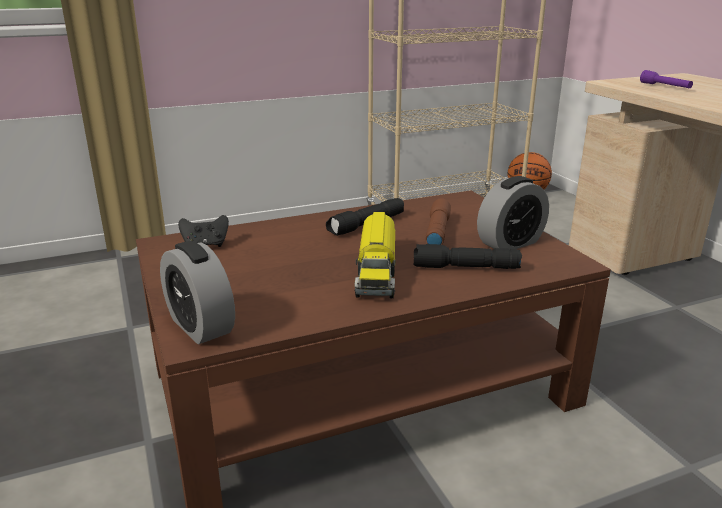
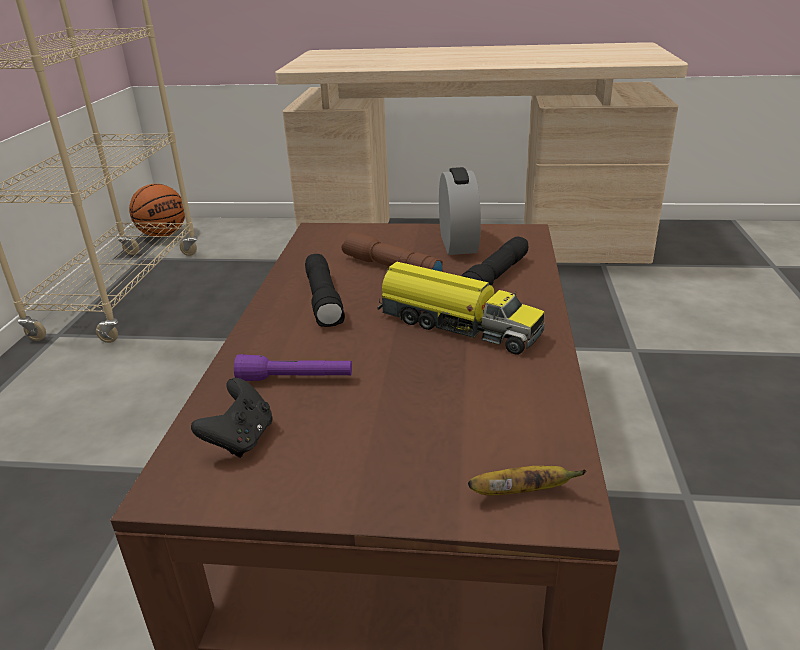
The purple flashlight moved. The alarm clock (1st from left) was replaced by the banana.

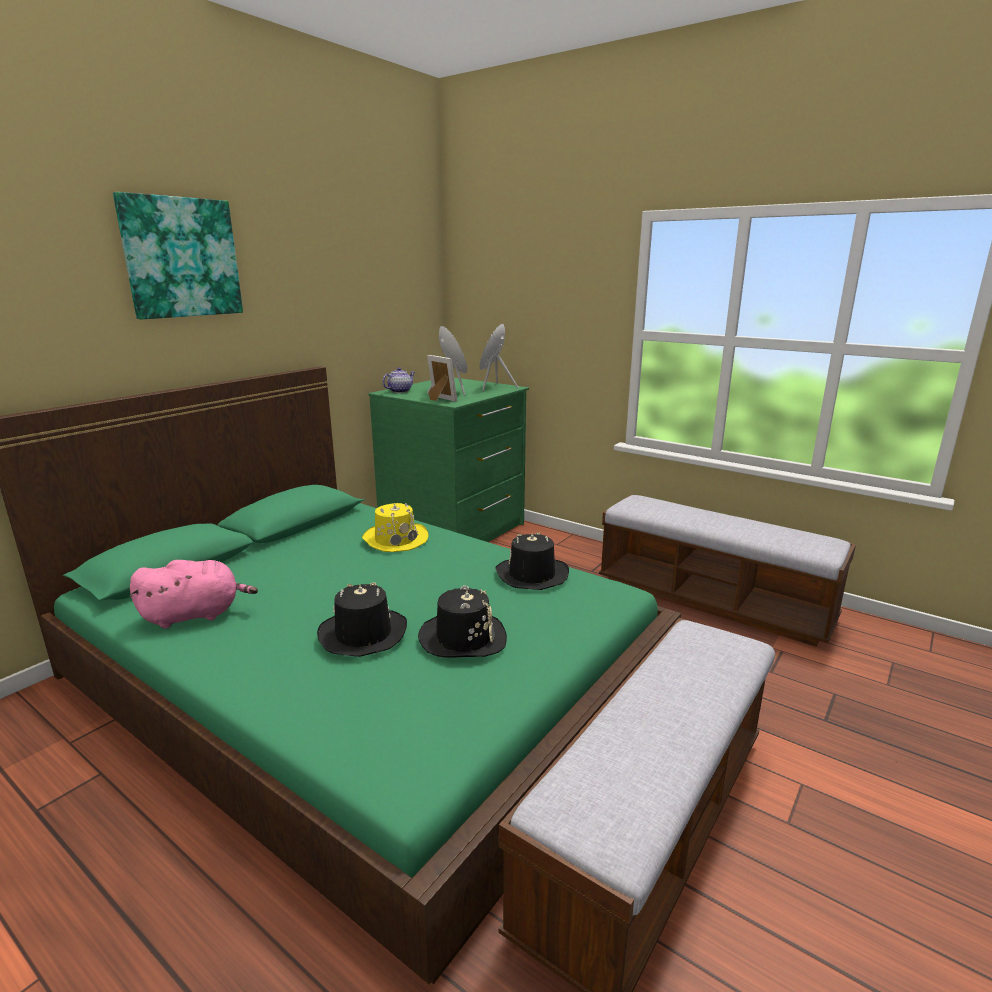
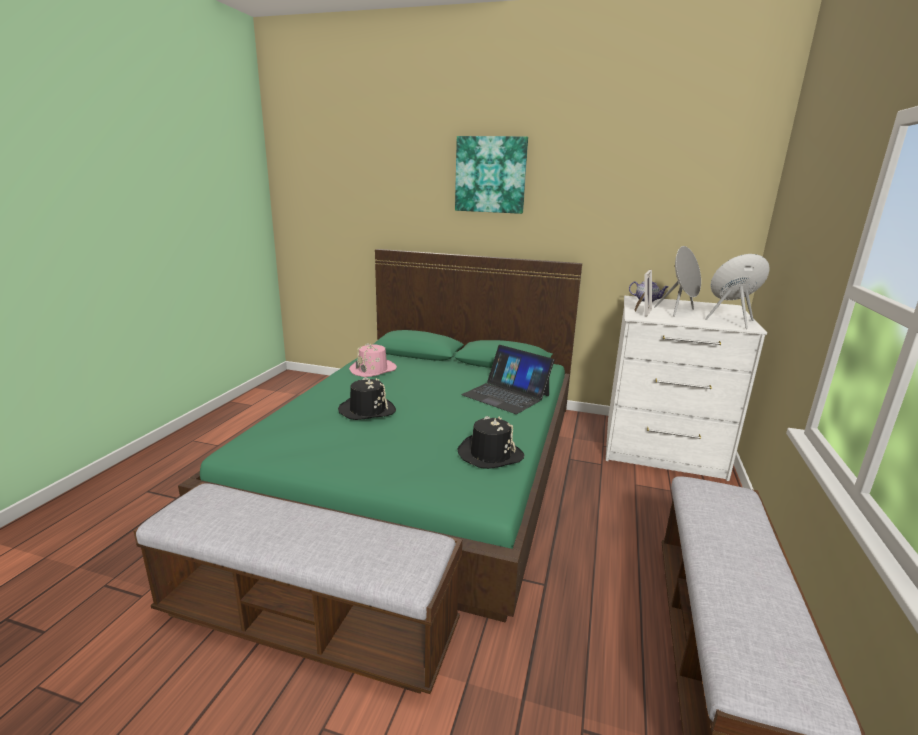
The pink plush toy was replaced by the pink hat. The yellow hat was replaced by the laptop. The green dresser became the white dresser. The black hat (2nd from left) disappeared.

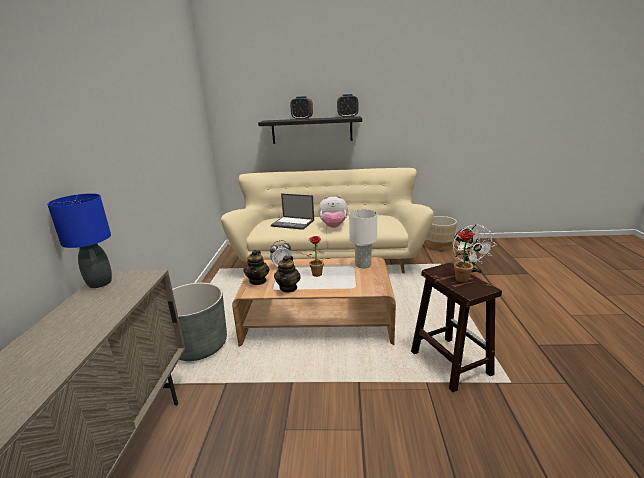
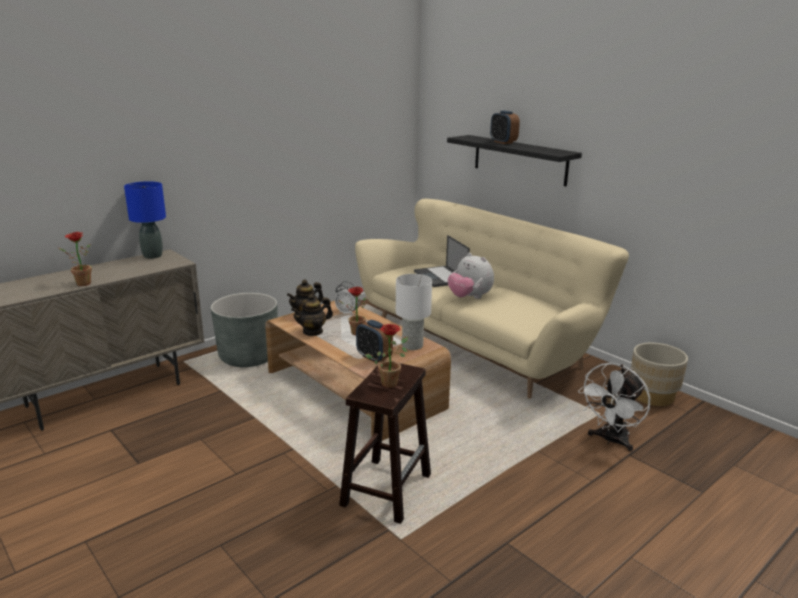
The potted plant (1st from left) appeared. The alarm clock (3rd from left in the first image) moved.

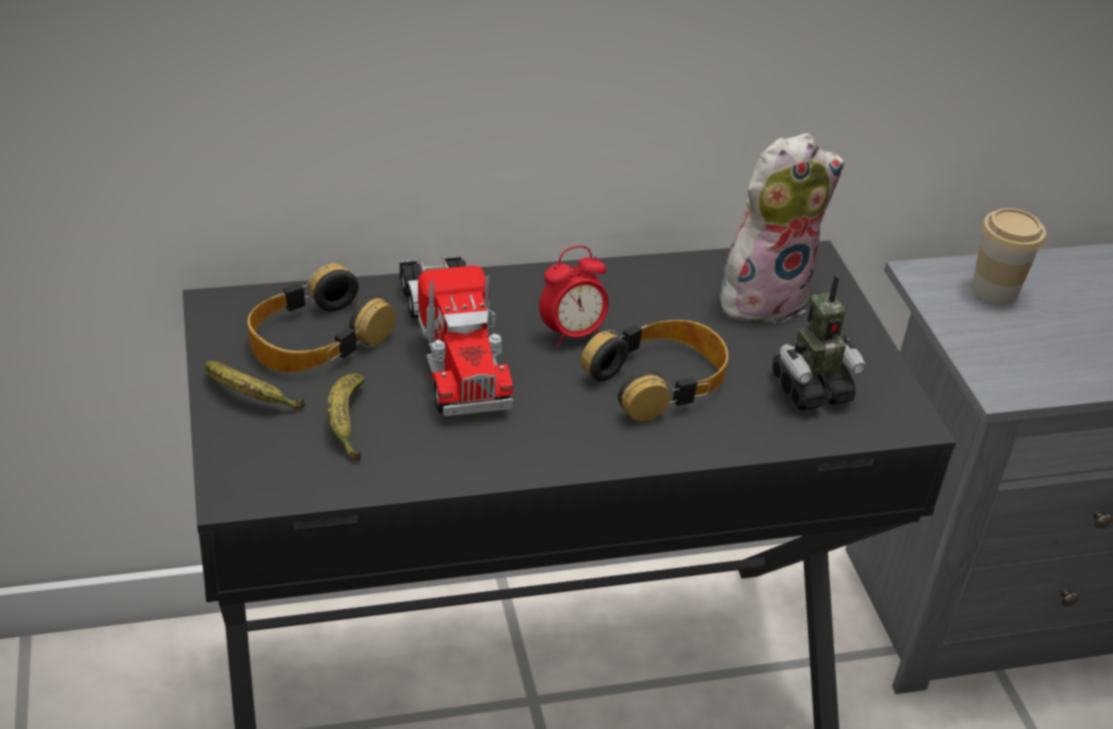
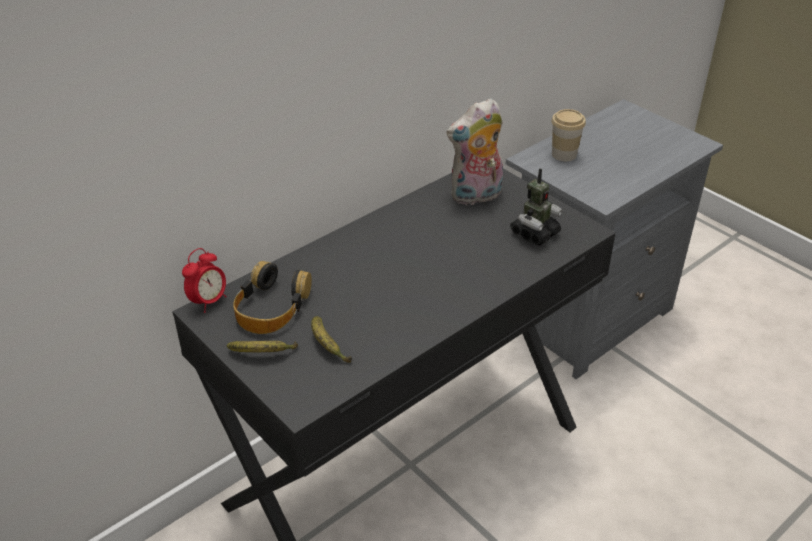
The alarm clock moved. The plush toy turned 150 degrees counterclockwise. The toy truck disappeared. The headphones (2nd from left) disappeared.

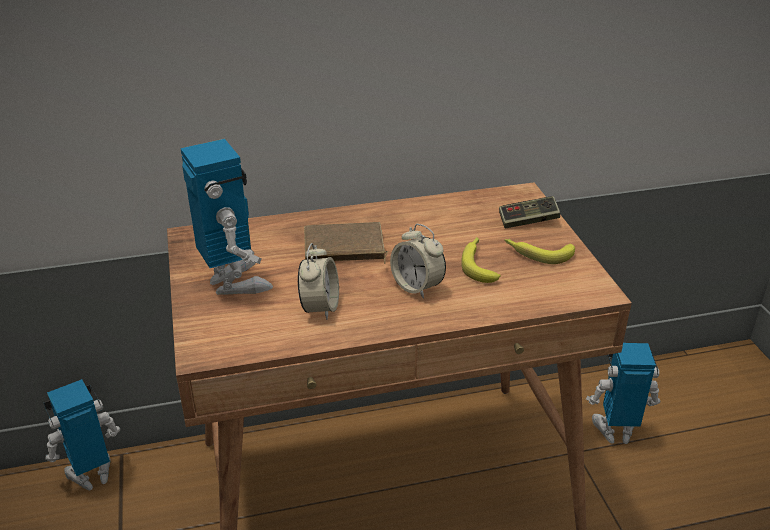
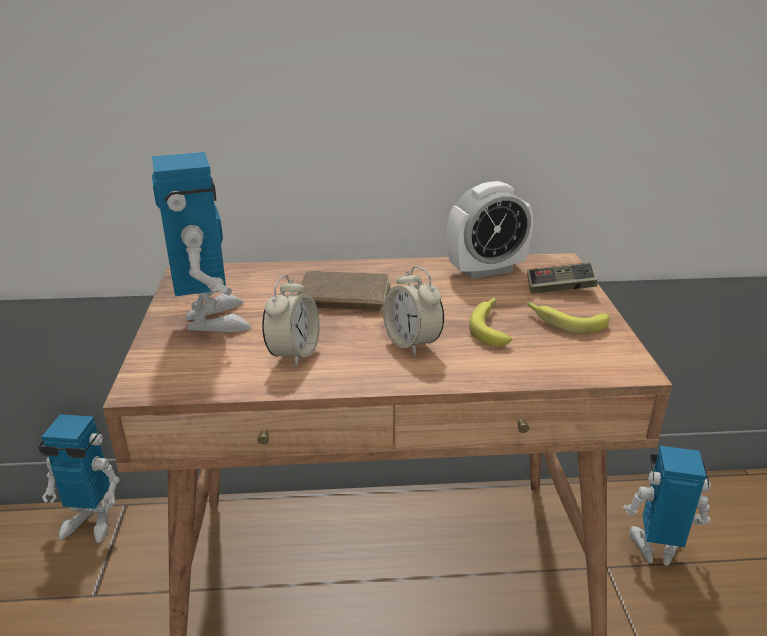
The toy robot (1st from left) turned 150 degrees counterclockwise. The alarm clock (3rd from left) appeared.

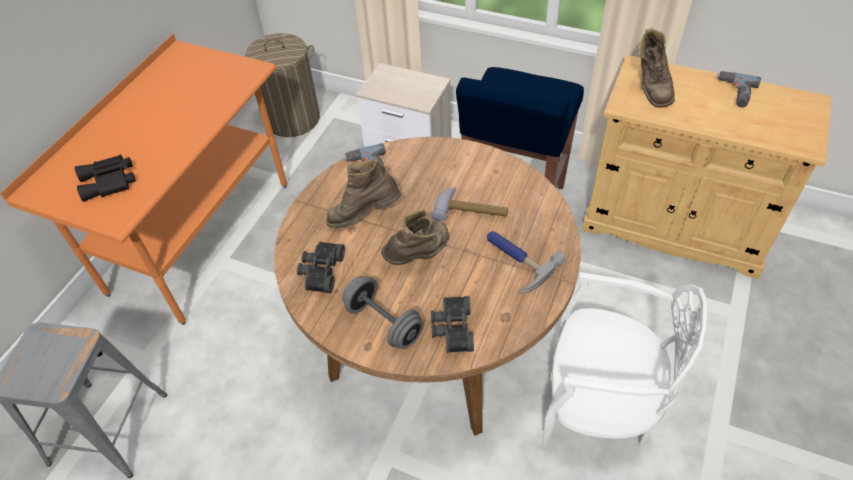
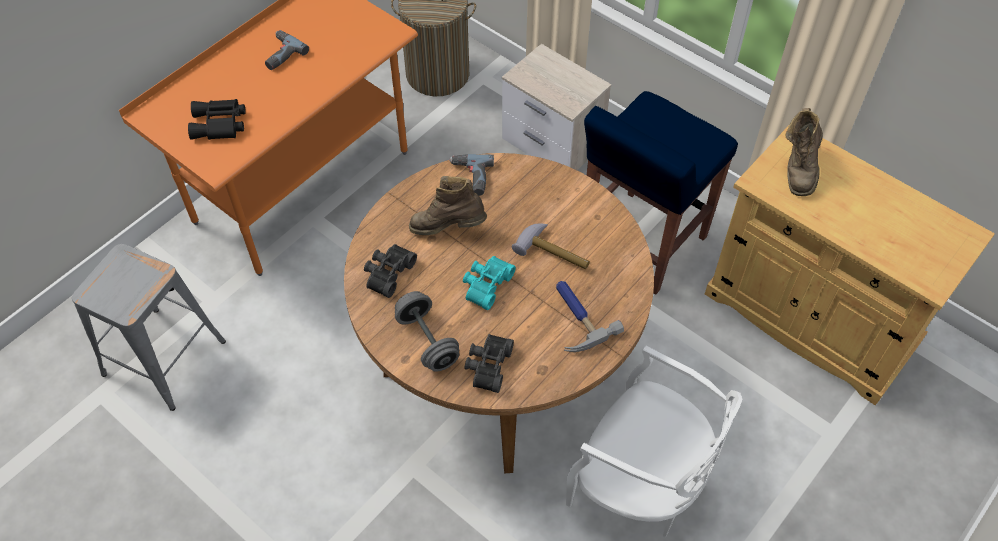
The power drill (2nd from left in the first image) moved. The brown boot (2nd from left) was replaced by the turquoise binoculars.

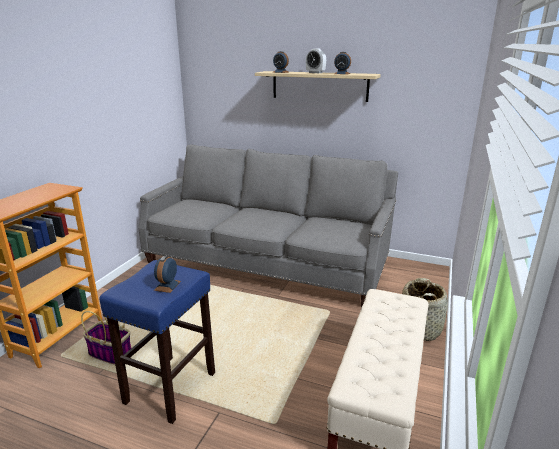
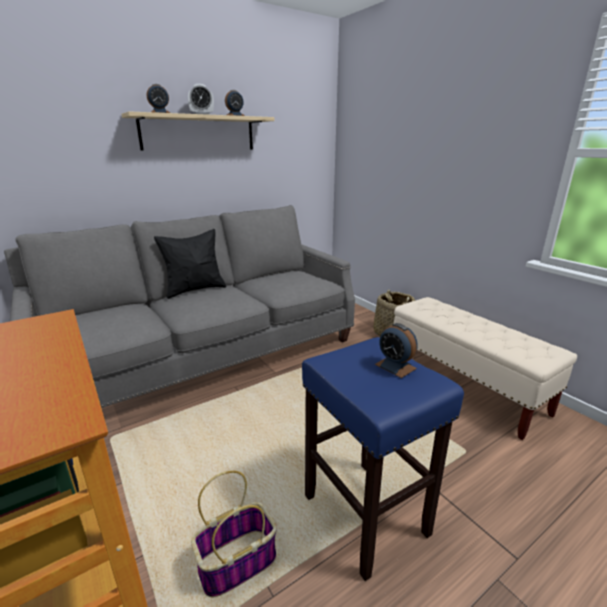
The black pillow appeared.

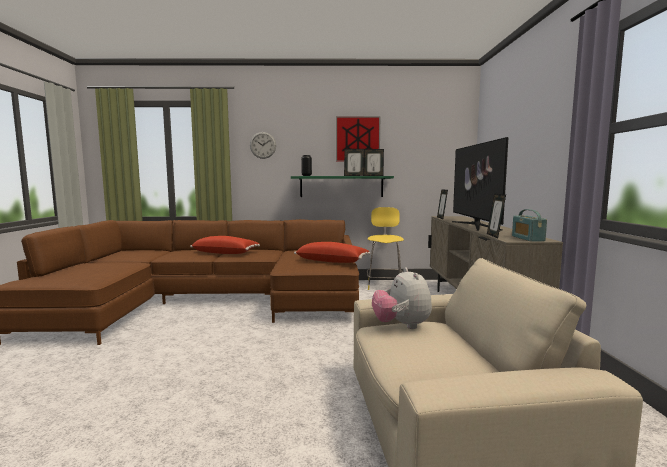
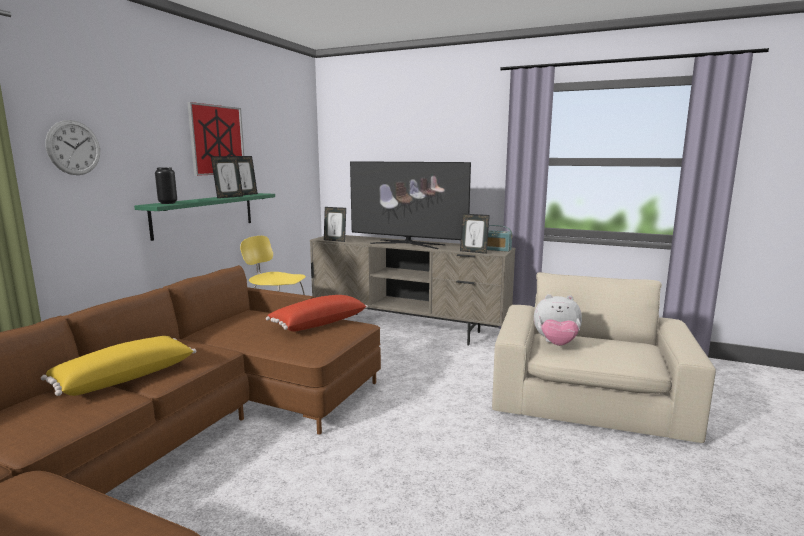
The red pillow (1st from left) became the yellow pillow.

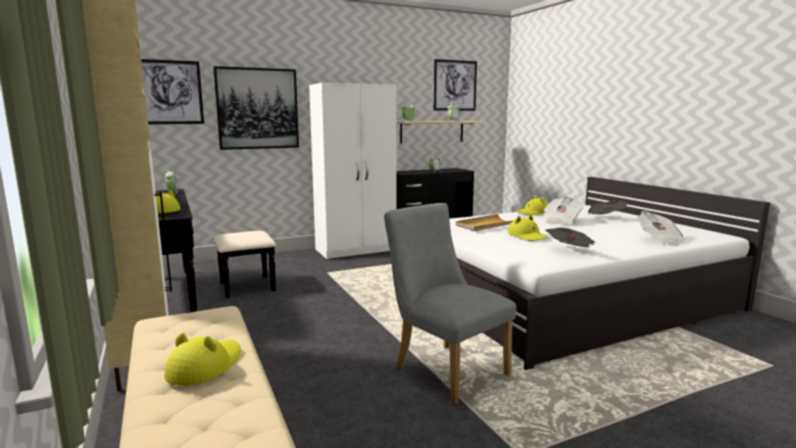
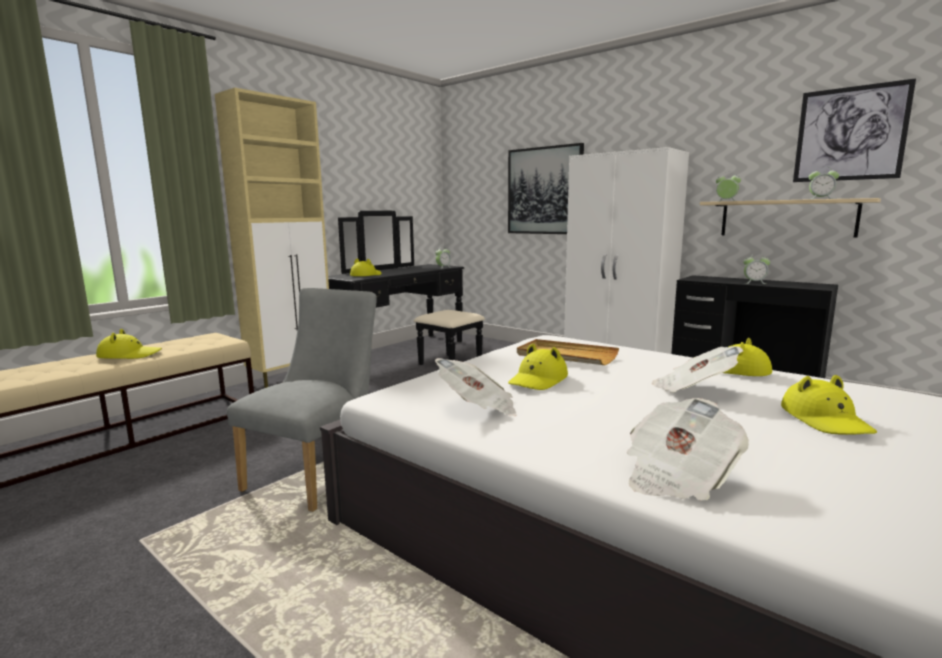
The newspaper (3rd from left) was replaced by the yellow hat (5th from left). The picture (1st from left) disappeared.

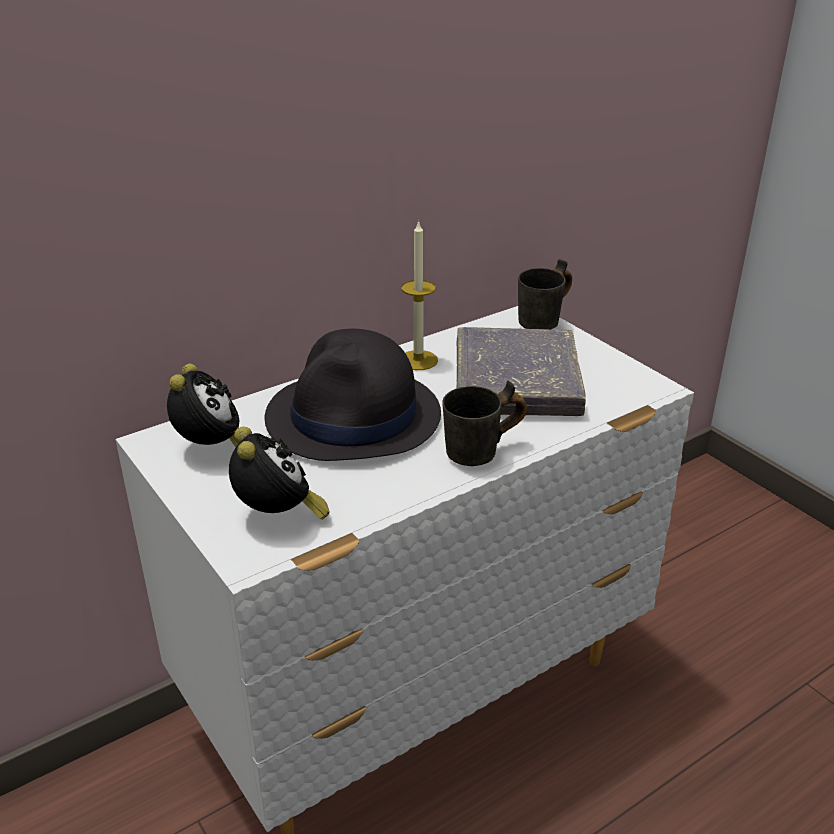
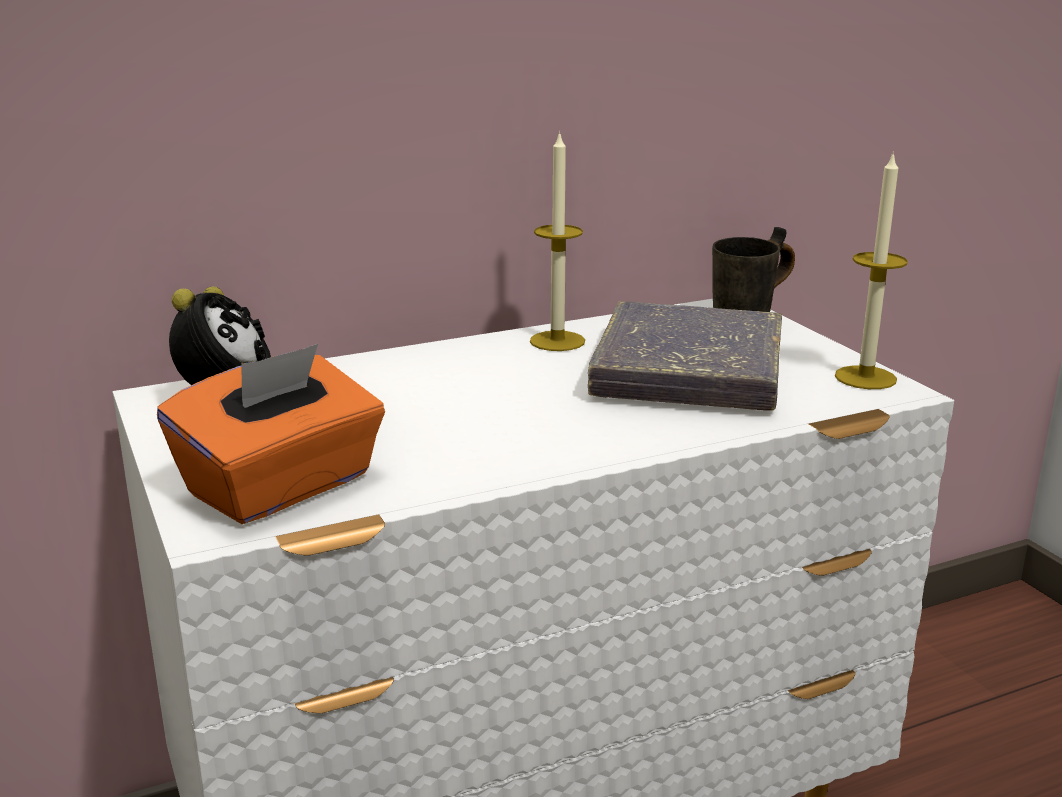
The alarm clock (2nd from left) was replaced by the orange tissue box. The candle (2nd from left) appeared. The black hat disappeared. The grey mug (1st from left) disappeared.

